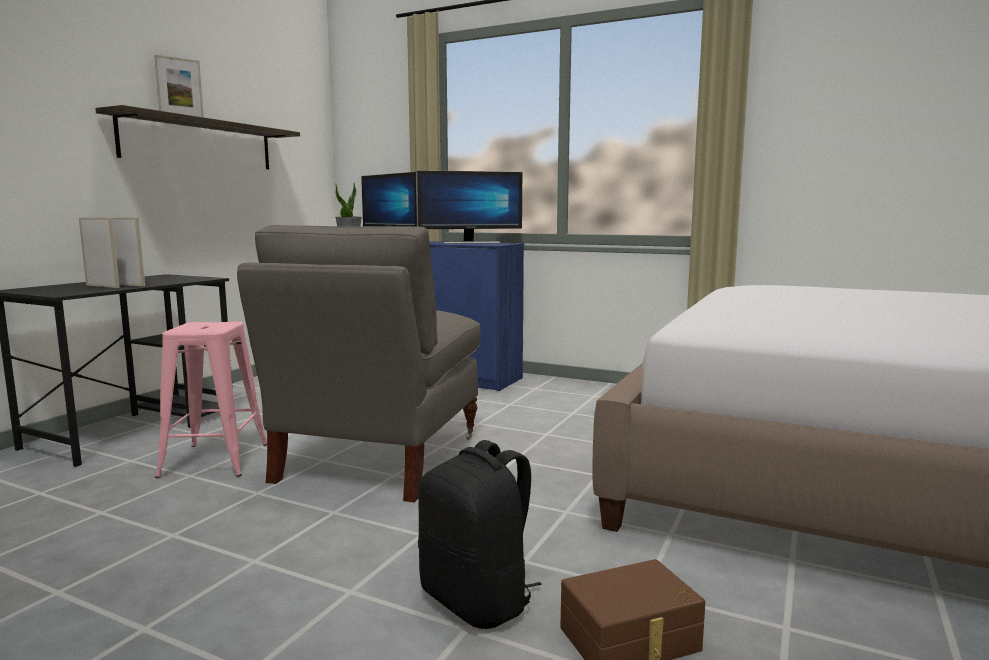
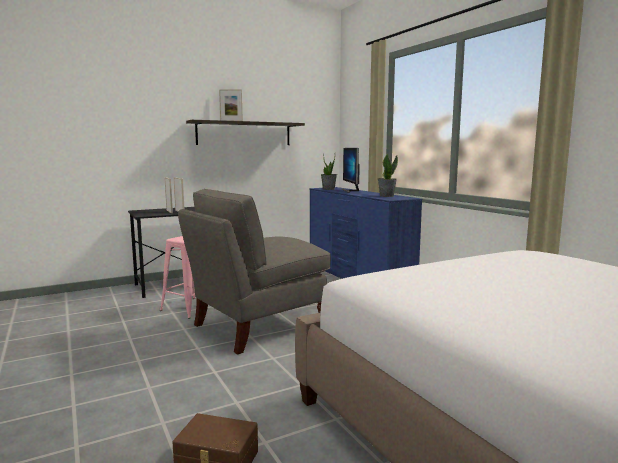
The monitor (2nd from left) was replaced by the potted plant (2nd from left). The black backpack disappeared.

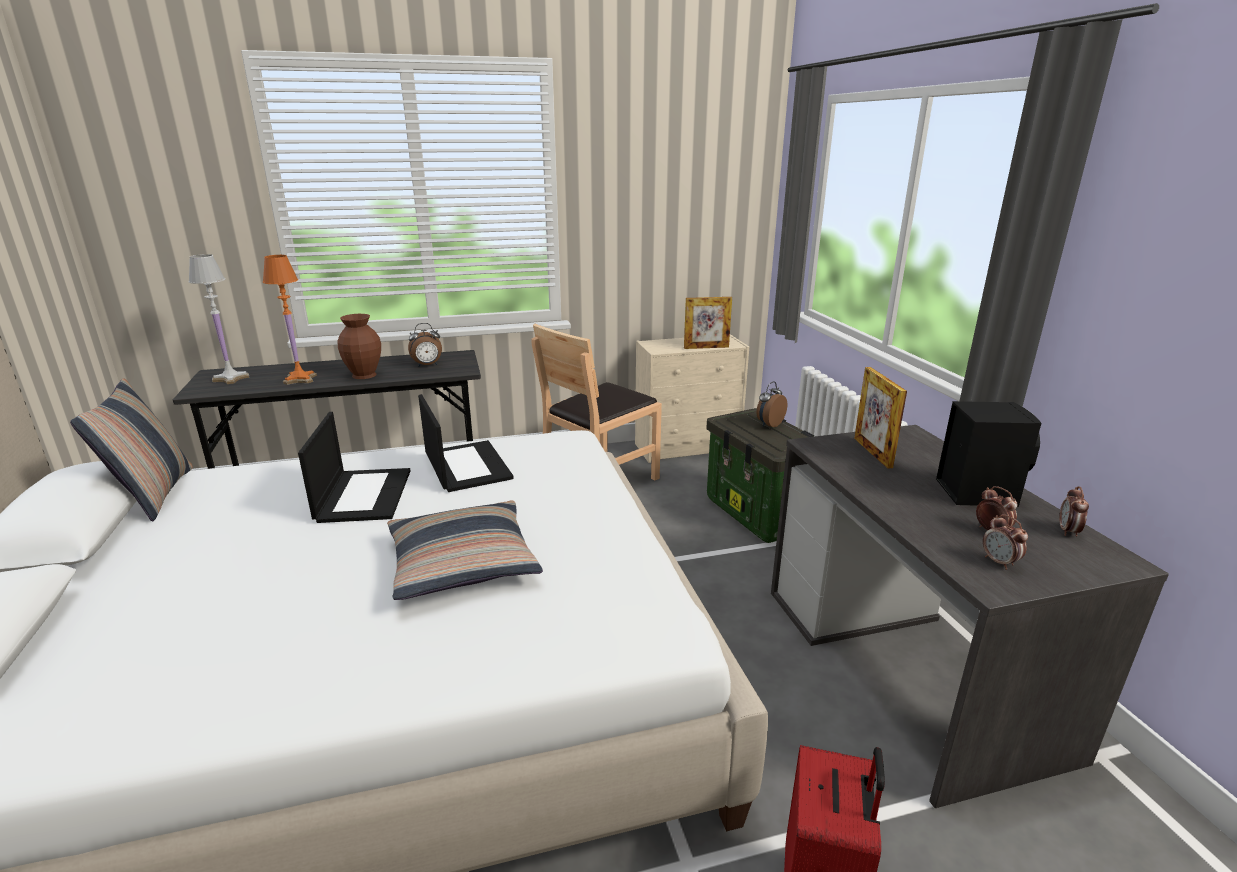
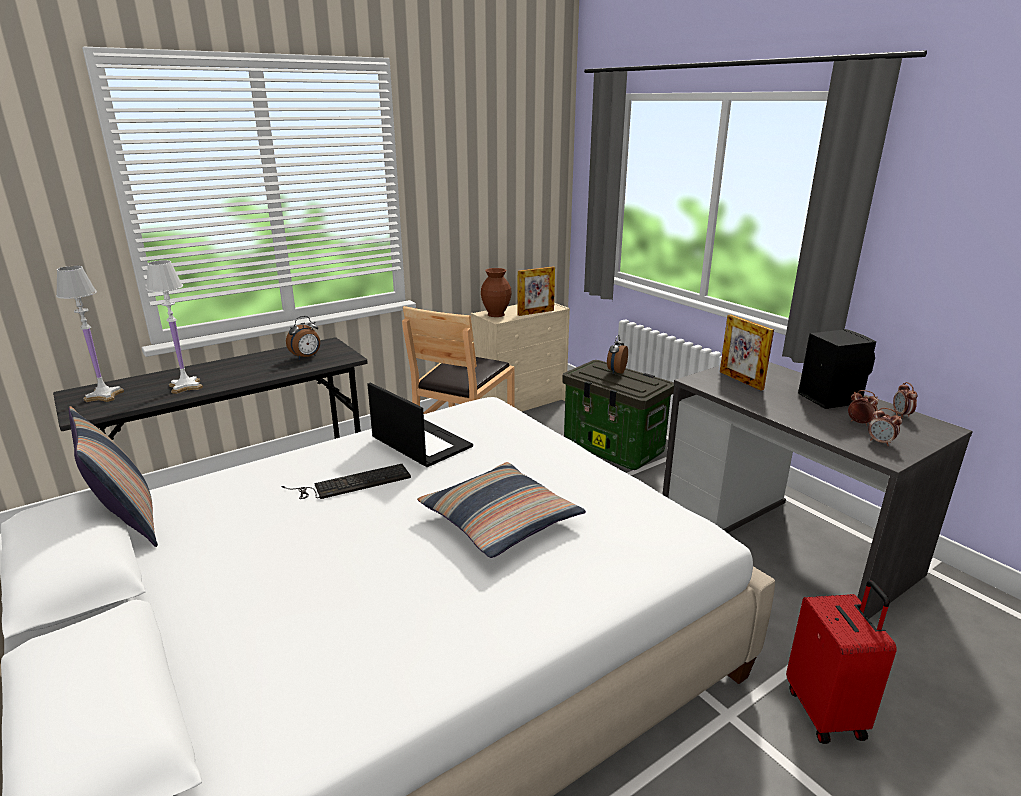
The orange table lamp became the white table lamp (2nd from left). The laptop (1st from left) was replaced by the keyboard. The brown vase moved.

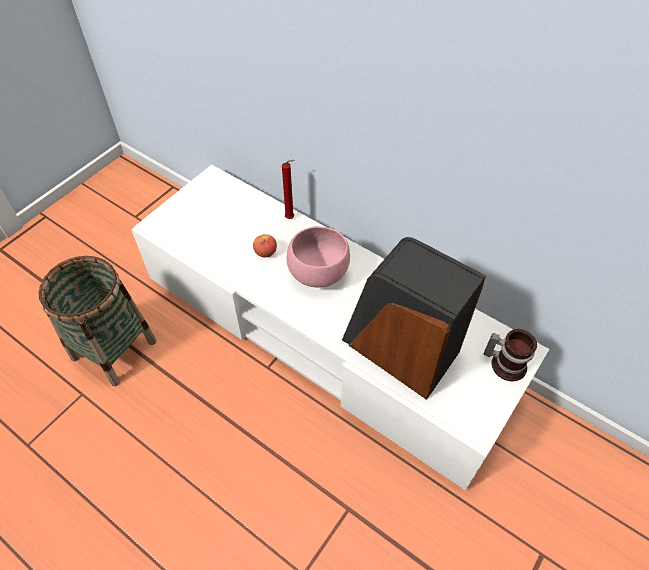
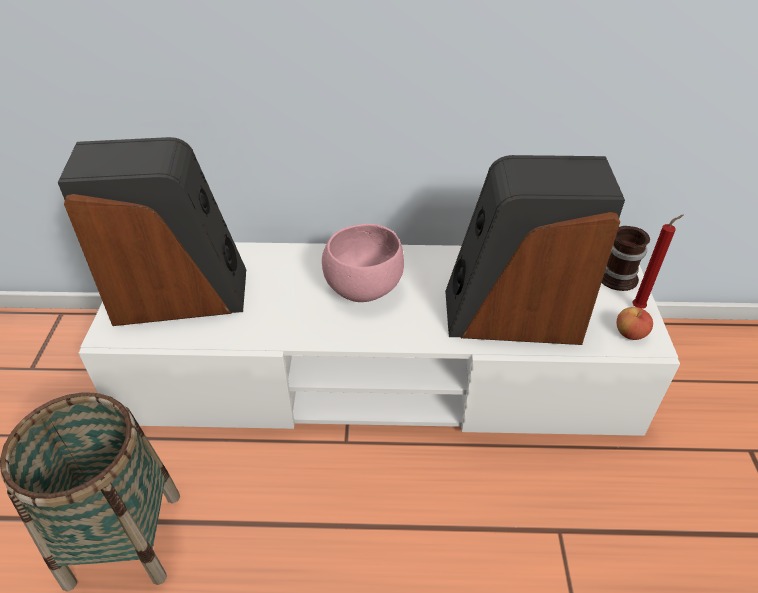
The speaker (1st from left) appeared. The apple moved. The red candle moved.

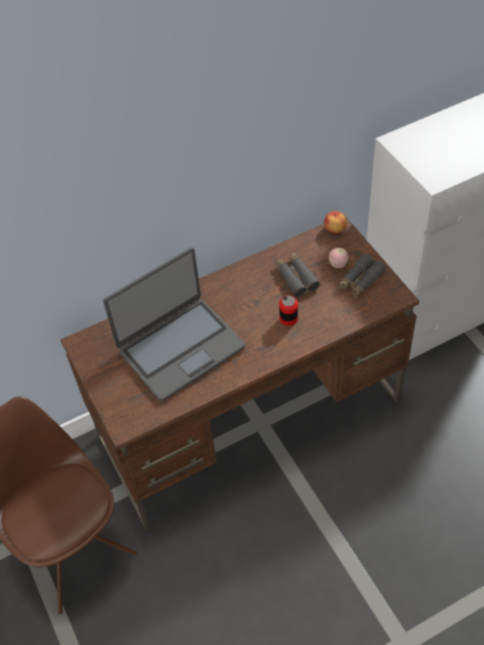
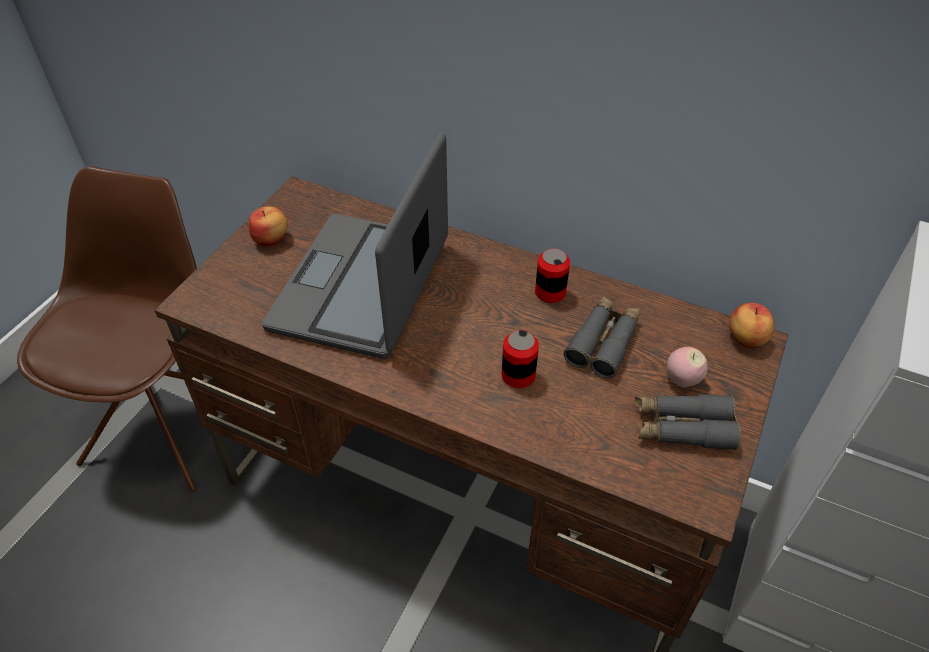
The apple (1st from left) appeared. The laptop turned 90 degrees clockwise. The can (2nd from left) appeared.

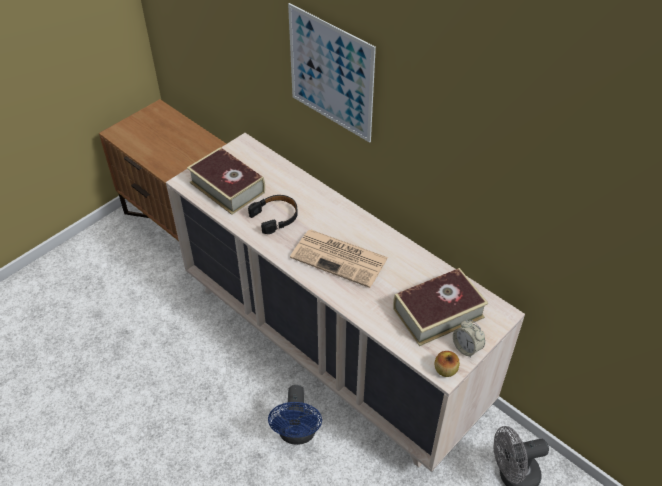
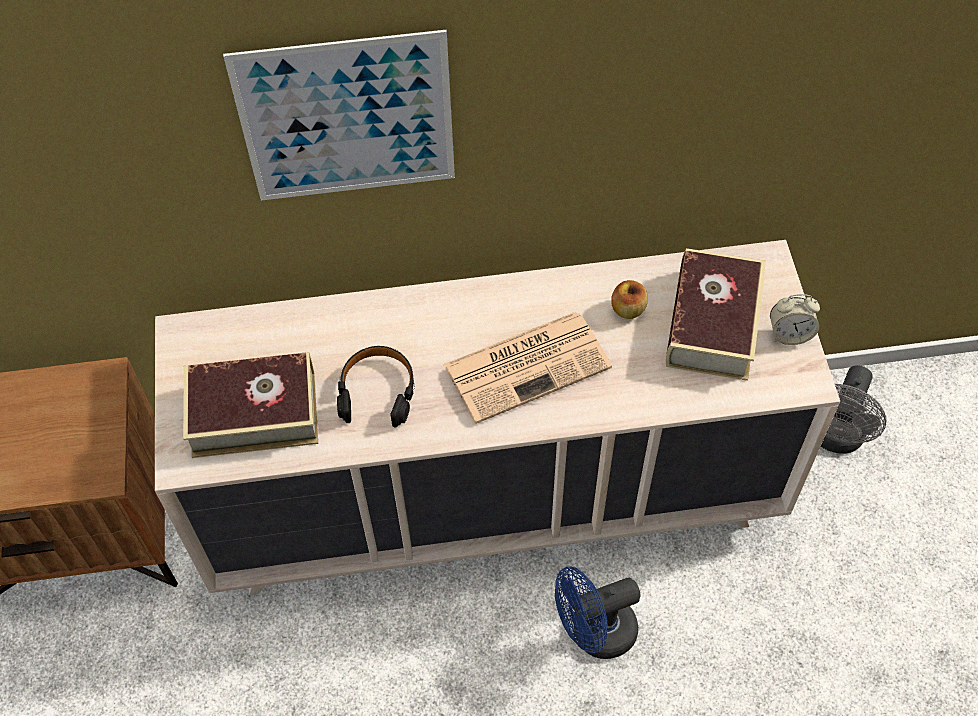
The blue fan turned 120 degrees clockwise. The apple moved.

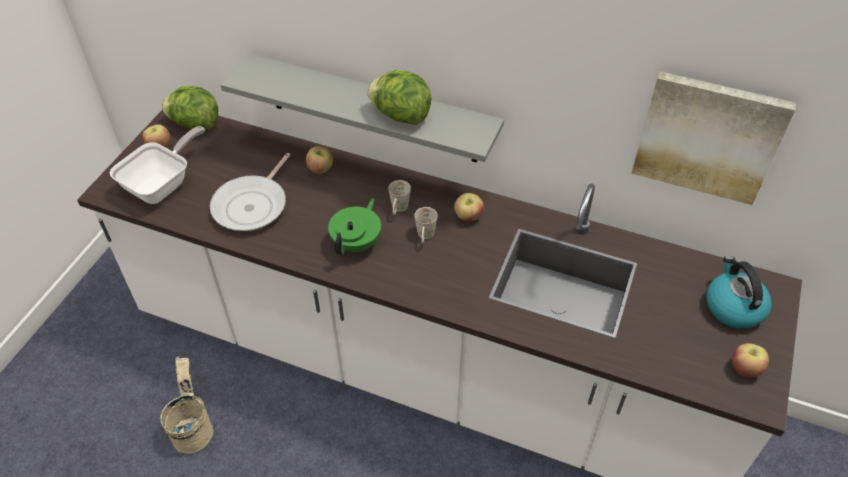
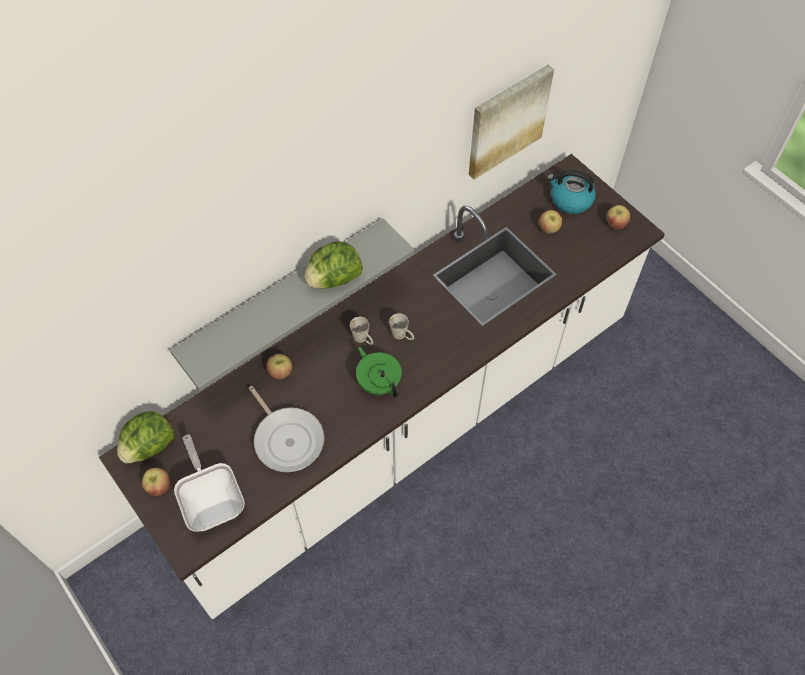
The apple (3rd from left) moved. The beige bucket disappeared.

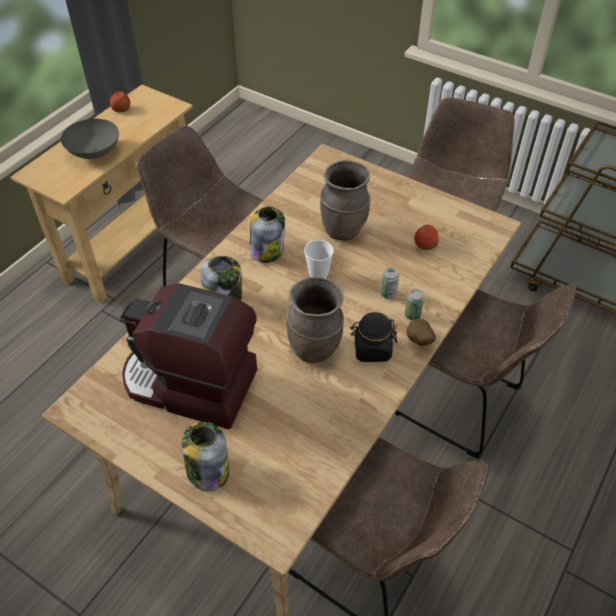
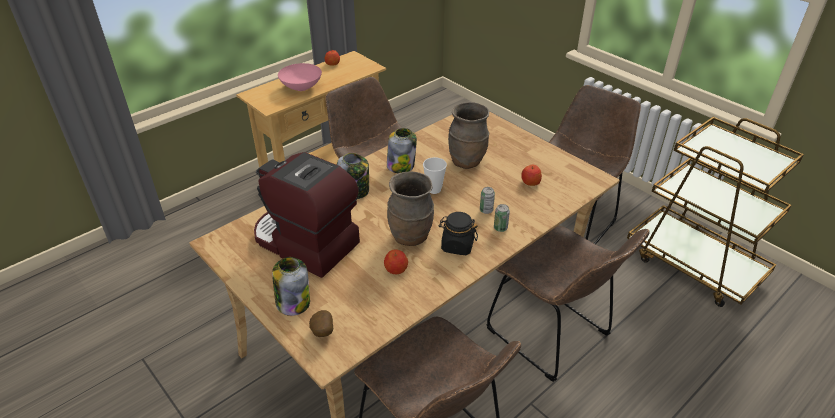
The grey bowl became the pink bowl. The potato moved. The apple (2nd from left) appeared.

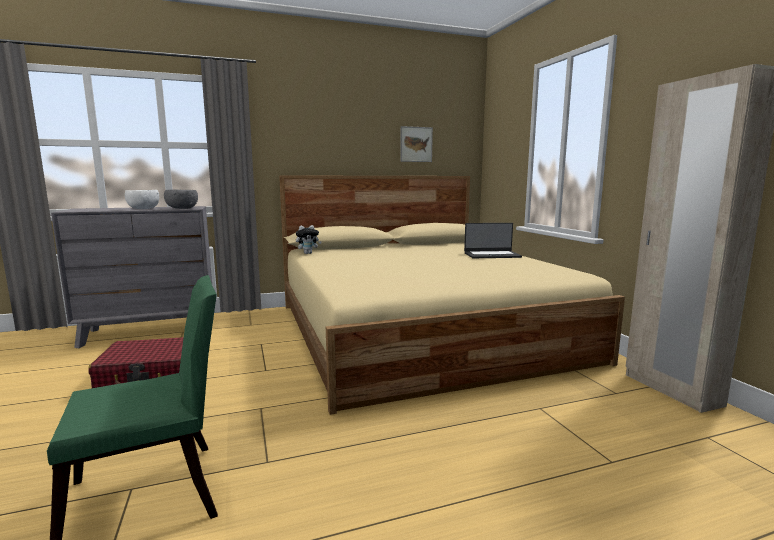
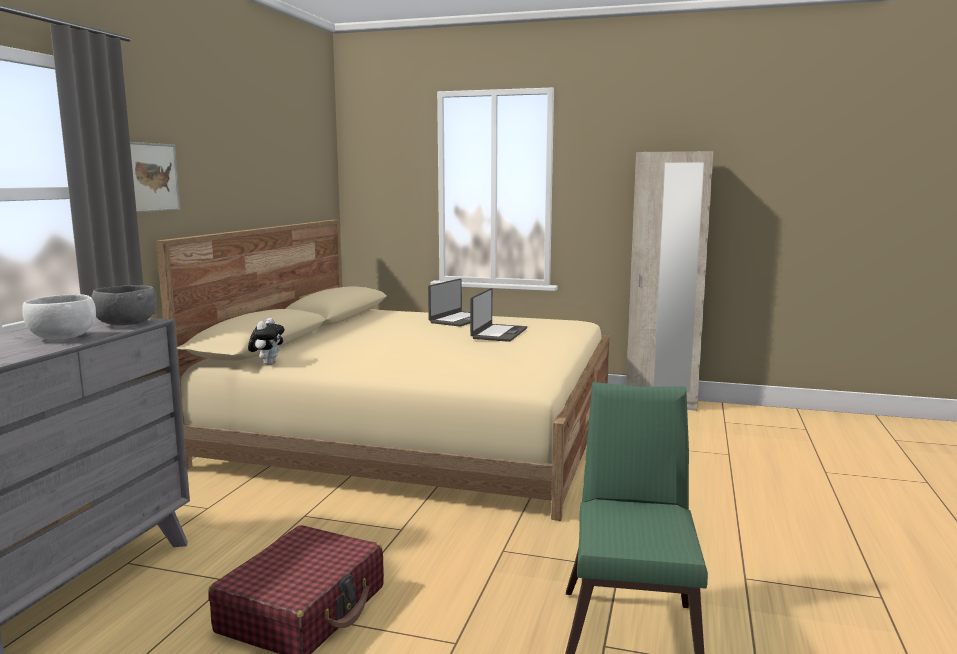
The picture moved. The laptop (2nd from left) appeared.

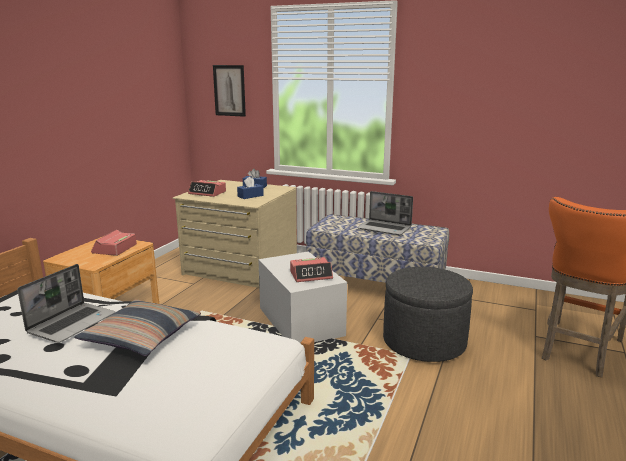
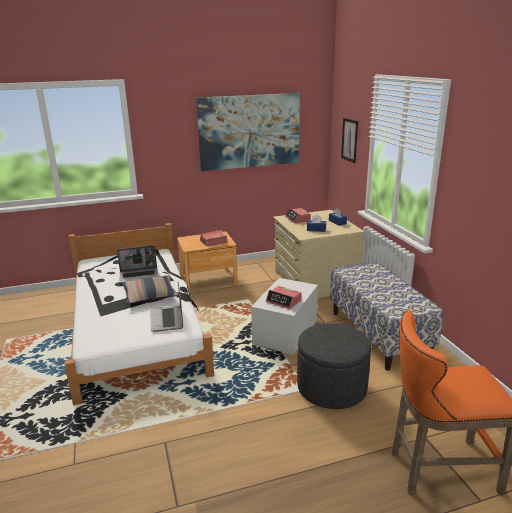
The laptop (2nd from left) moved. The picture (1st from left) appeared.

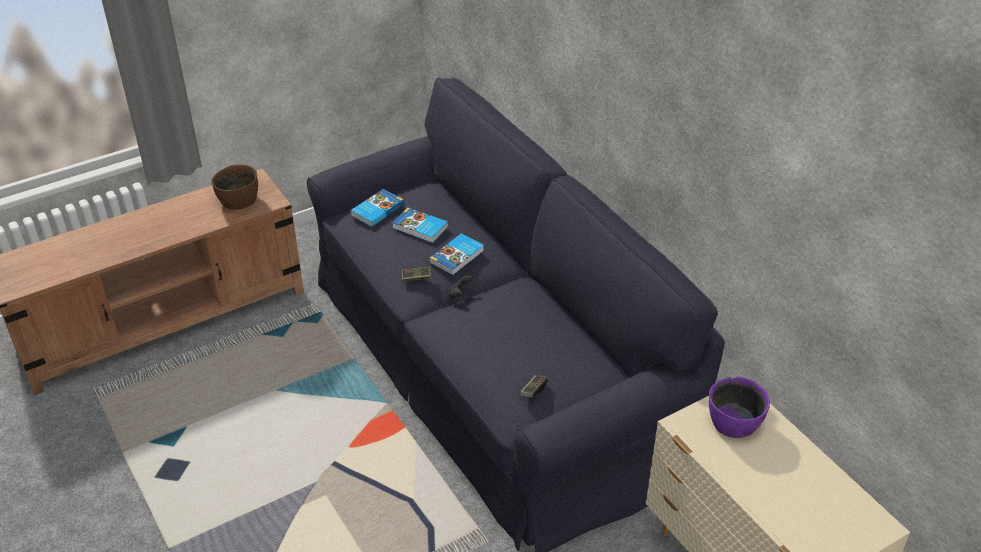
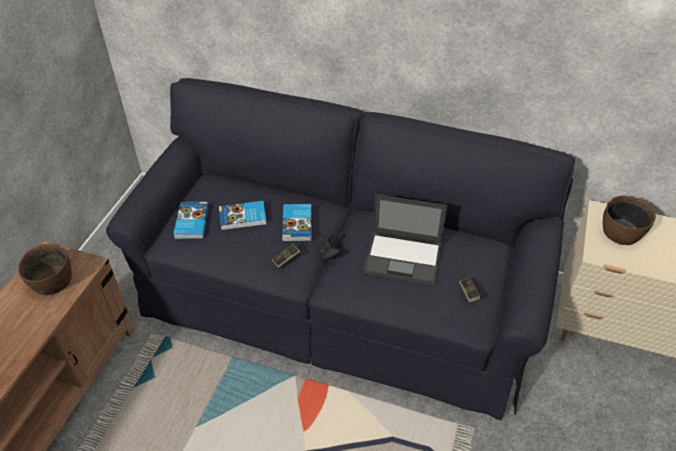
The laptop appeared. The purple bowl became the brown bowl (2nd from left).

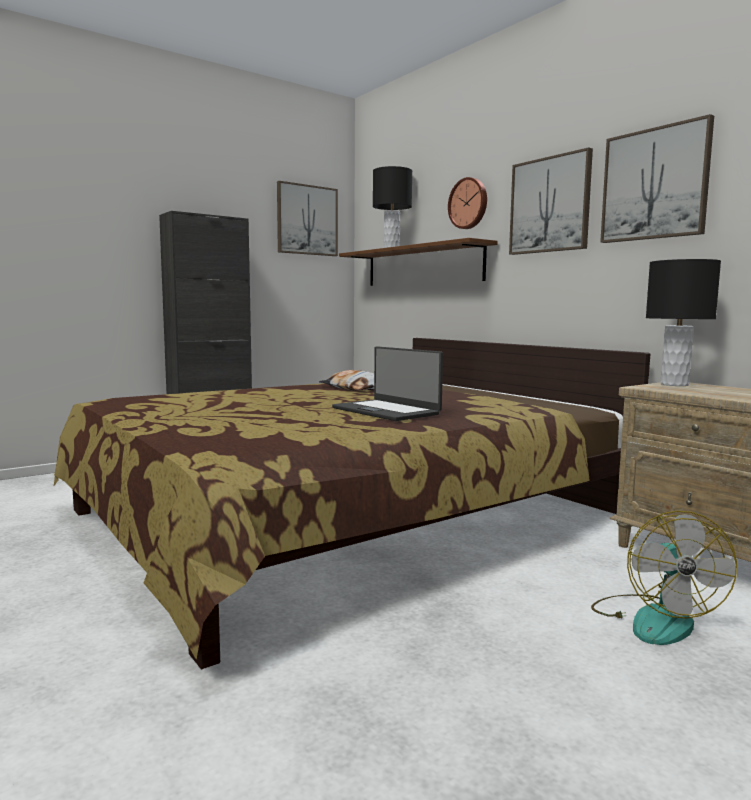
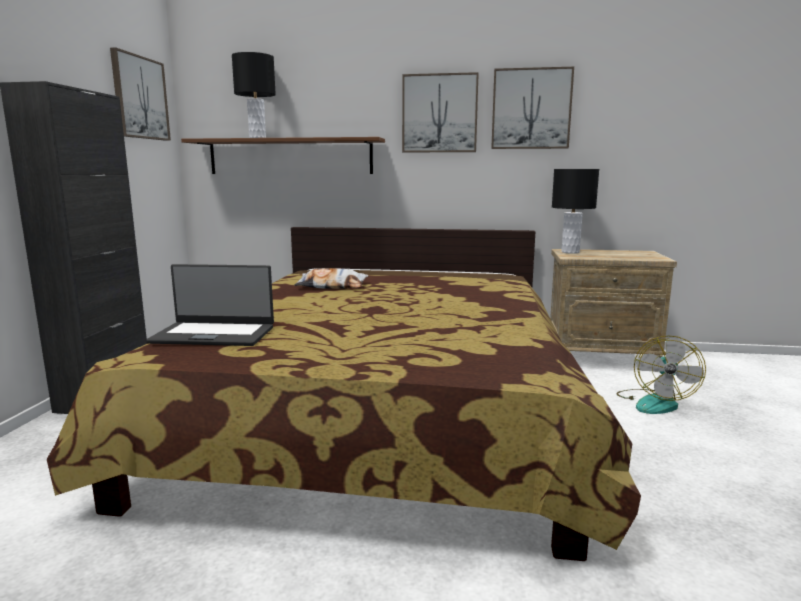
The laptop moved. The fan turned 60 degrees clockwise. The wall clock disappeared.

